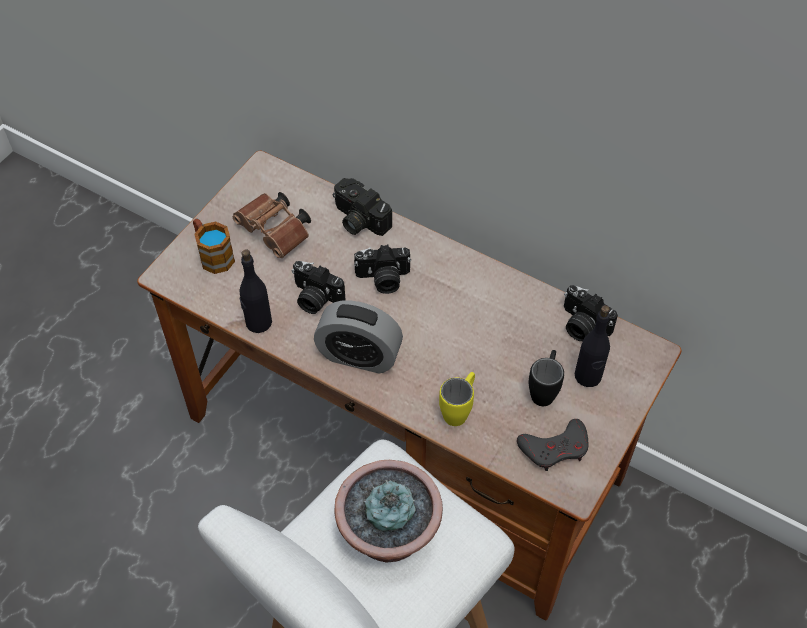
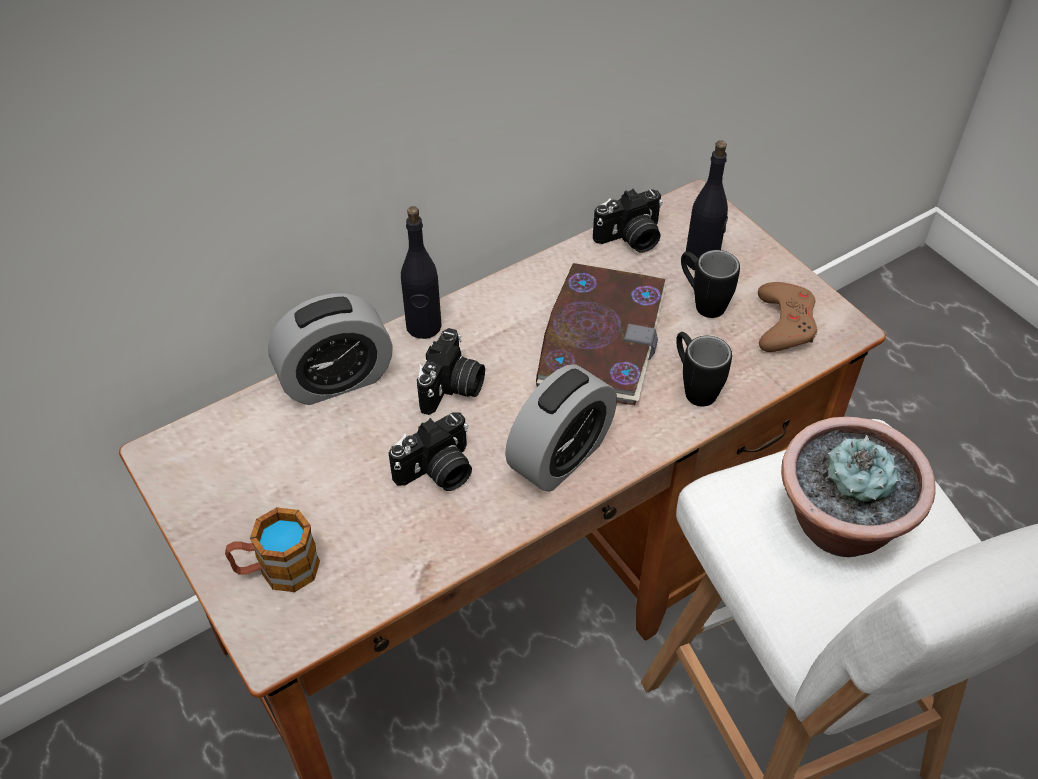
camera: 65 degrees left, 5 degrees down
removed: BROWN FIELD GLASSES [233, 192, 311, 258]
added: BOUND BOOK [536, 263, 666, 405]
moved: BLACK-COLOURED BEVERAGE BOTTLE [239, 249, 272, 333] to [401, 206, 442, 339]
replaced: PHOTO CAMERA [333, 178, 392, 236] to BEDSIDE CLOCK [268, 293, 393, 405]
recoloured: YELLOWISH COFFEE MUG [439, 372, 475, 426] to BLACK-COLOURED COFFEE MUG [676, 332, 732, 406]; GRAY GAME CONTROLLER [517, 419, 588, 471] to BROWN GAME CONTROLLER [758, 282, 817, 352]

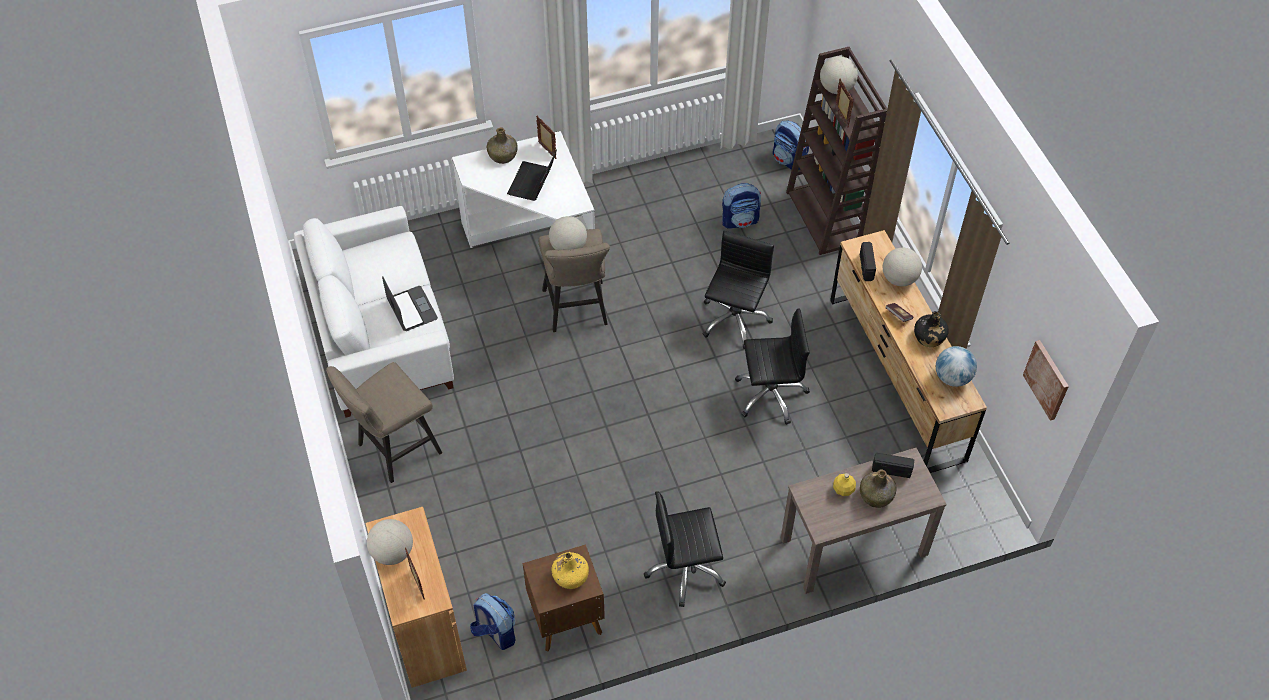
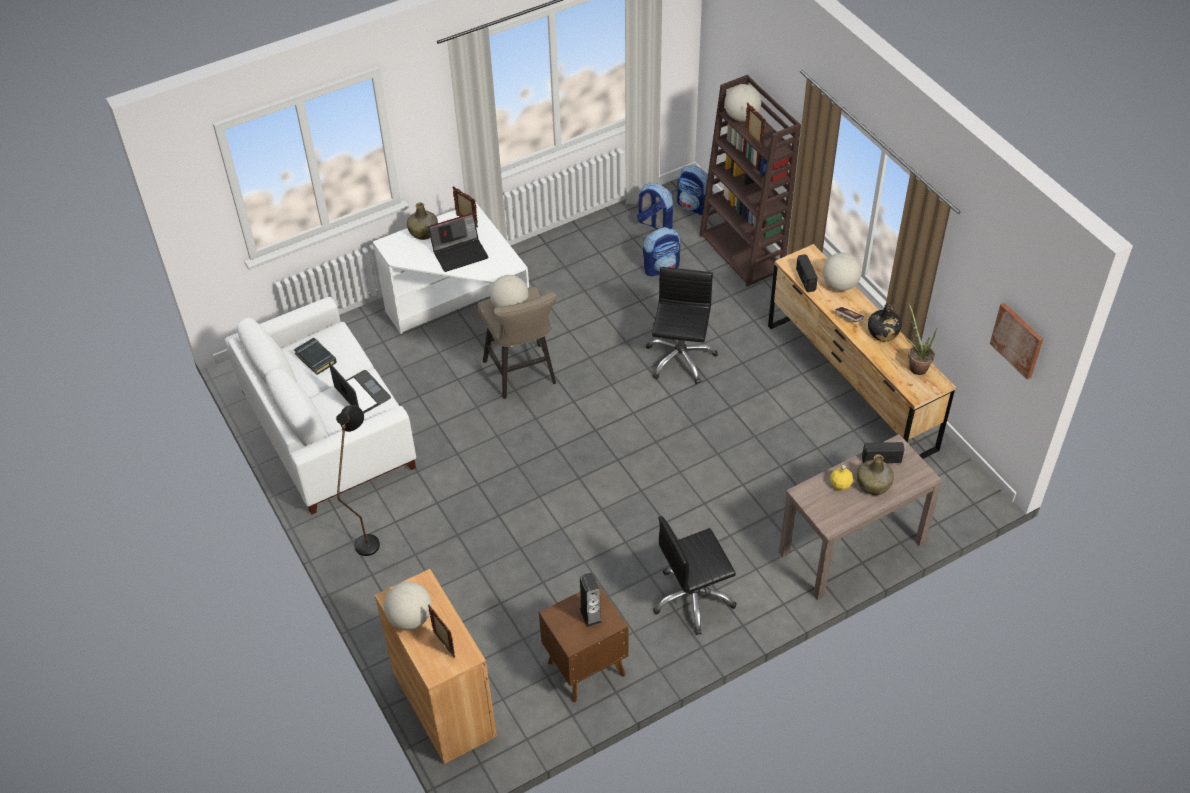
camera: 10 degrees left, 5 degrees down
removed: BLACK-COLOURED OFFICE CHAIR [735, 308, 810, 425]
added: BLACK-COLOURED BOUND BOOK [294, 338, 337, 375]
moved: KNAPSACK [470, 593, 515, 650] to [637, 183, 673, 229]
replaced: SAND-COLOURED STOOL SEAT [326, 362, 442, 483] to BLACK-COLOURED FLOOR LAMP [336, 405, 380, 556]; YELLOWISH BEVERAGE BOTTLE [551, 552, 589, 589] to LOUDSPEAKER [580, 572, 602, 627]; GLOBE [936, 346, 977, 387] to PLANT IN A POT [905, 302, 937, 375]
turned: PORTABLE COMPUTER [507, 150, 557, 201] = [428, 213, 489, 272] 120 degrees counterclockwise

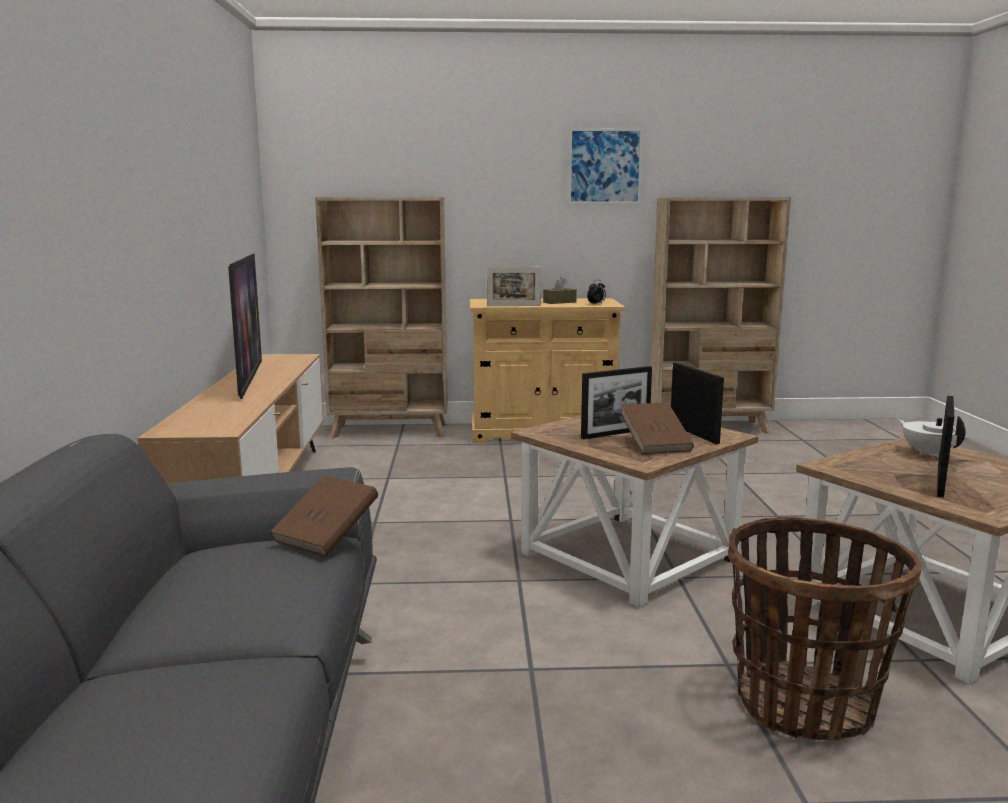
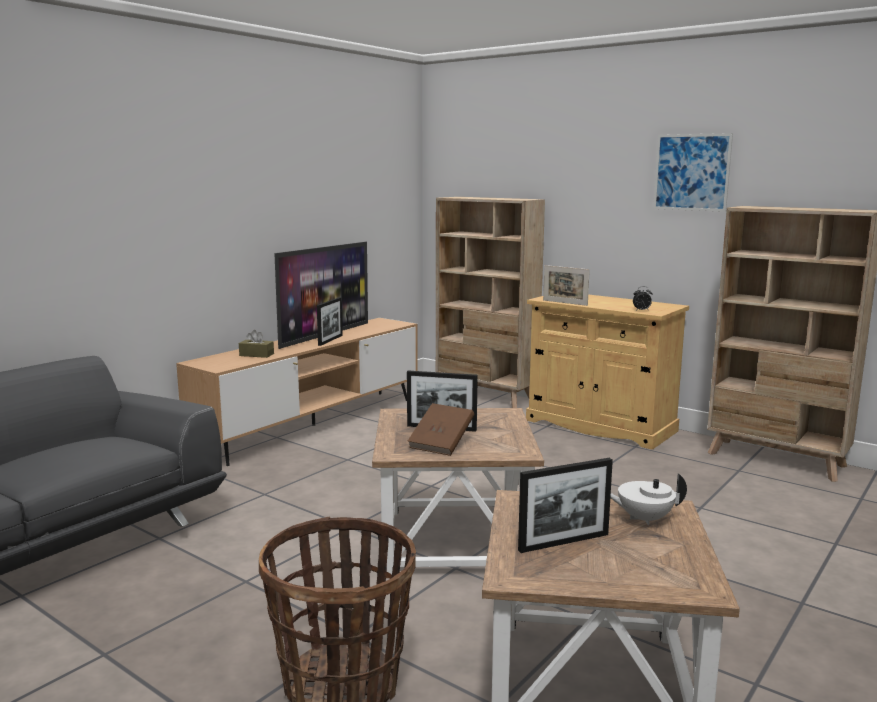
camera: 40 degrees right, 0 degrees up
removed: BROWN BOUND BOOK [270, 476, 378, 556]
moved: BROWN BOX OF TISSUES [543, 277, 577, 304] to [239, 330, 274, 358]; STANDING FRAME [671, 363, 724, 444] to [317, 297, 343, 346]
turned: WHITE POT FOR TEA [897, 416, 966, 457] = [610, 473, 687, 525] 105 degrees counterclockwise

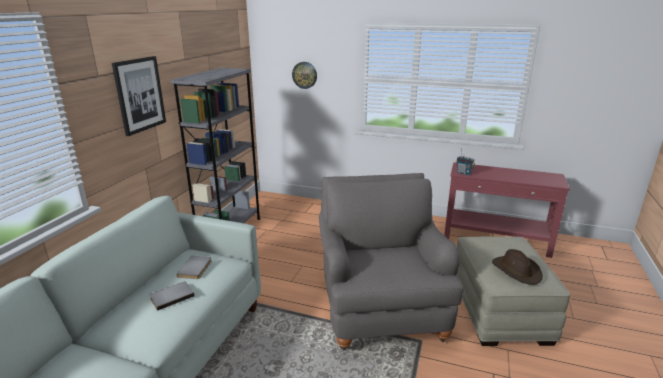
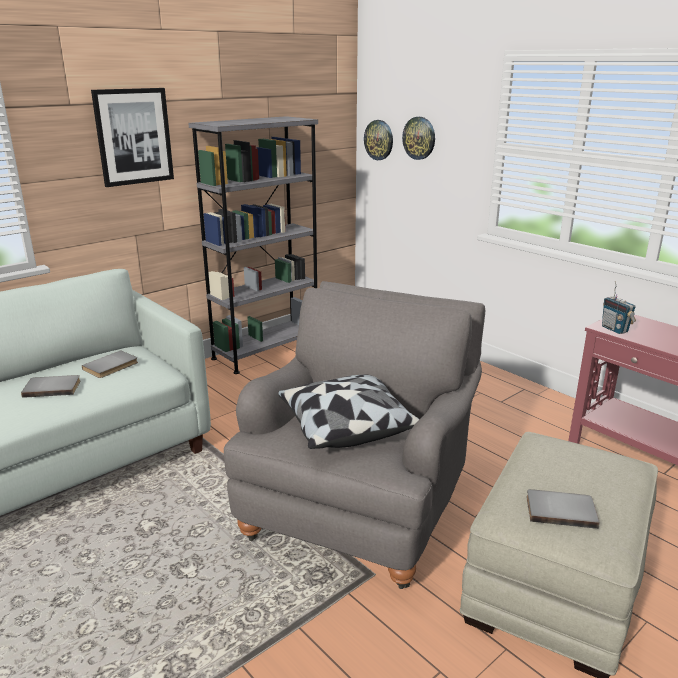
camera: 30 degrees right, 0 degrees up
added: THROW PILLOW [278, 375, 419, 449]; CLOCK ON THE WALL [364, 120, 393, 160]
replaced: BROWN WEARABLE HAT [492, 249, 543, 285] to GRAY BOUND BOOK [526, 489, 600, 529]

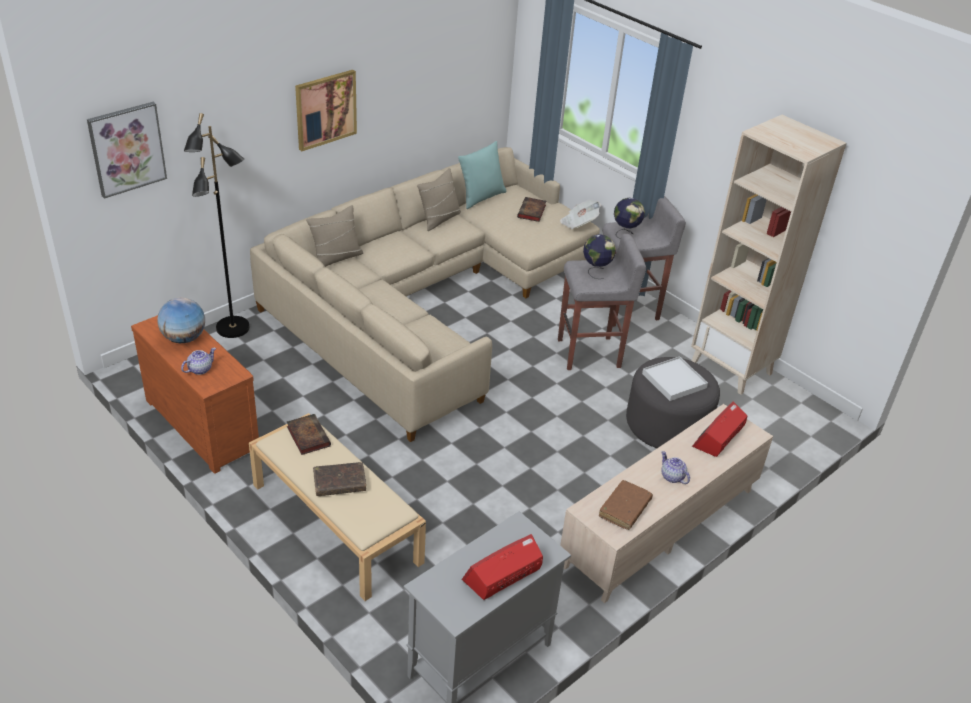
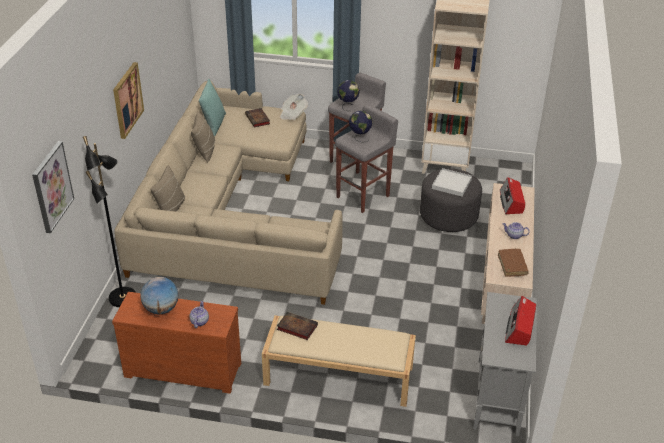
camera: 35 degrees left, 0 degrees up
removed: BROWN BOUND BOOK [313, 462, 366, 496]

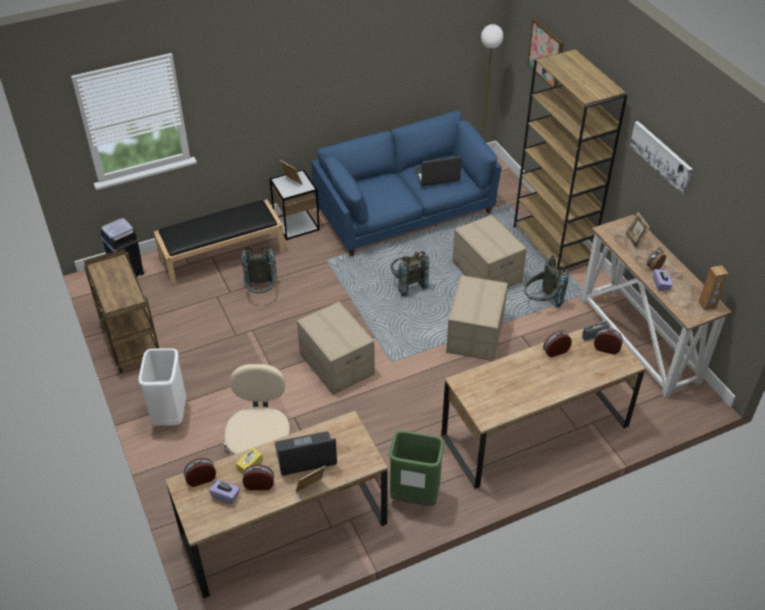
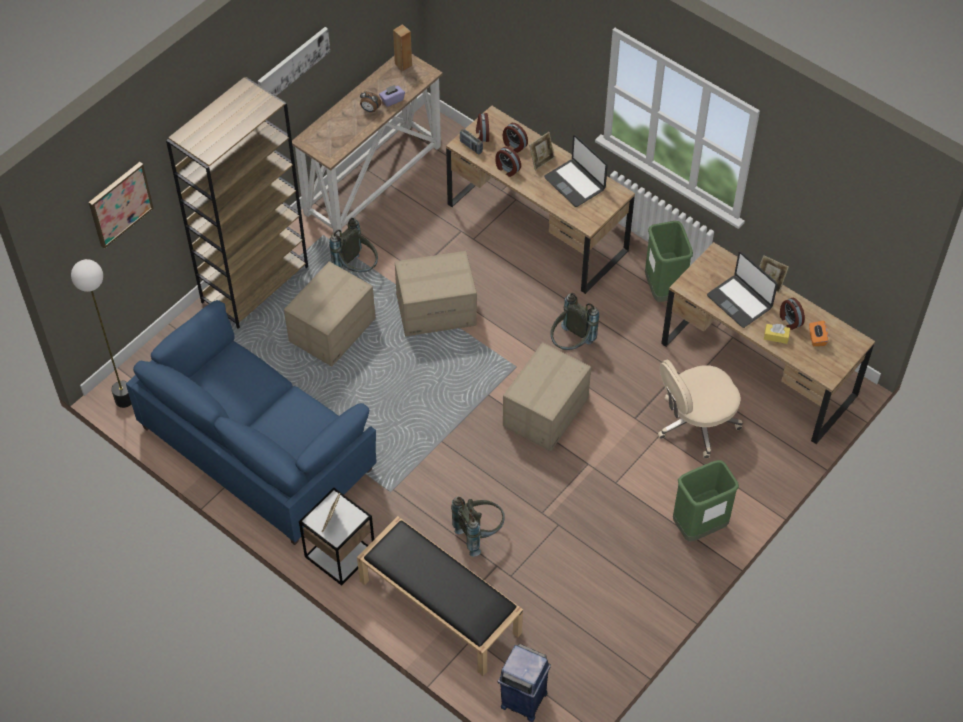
camera: 115 degrees left, 10 degrees up
removed: BROWN TROLLEY [84, 249, 159, 373]
moved: BEDSIDE CLOCK [184, 458, 216, 487] to [503, 123, 528, 153]; STANDING FRAME [625, 212, 650, 250] to [529, 132, 555, 171]; PORTABLE COMPUTER [414, 156, 462, 186] to [544, 135, 608, 207]; GRAY KNAPSACK [391, 251, 430, 297] to [550, 293, 599, 350]
recoloured: WHITE WASTE BIN [138, 348, 186, 425] to GREEN WASTE BIN [673, 460, 739, 541]; PURPLE-COLOURED BOX OF TISSUES [209, 480, 240, 504] to ORANGEY BOX OF TISSUES [809, 320, 828, 346]

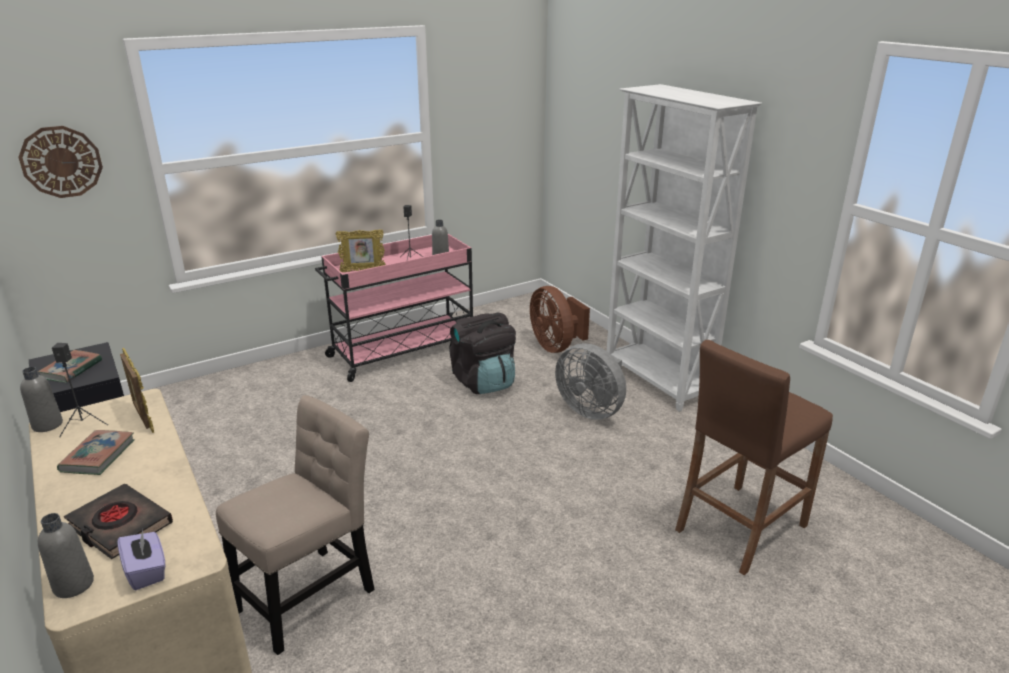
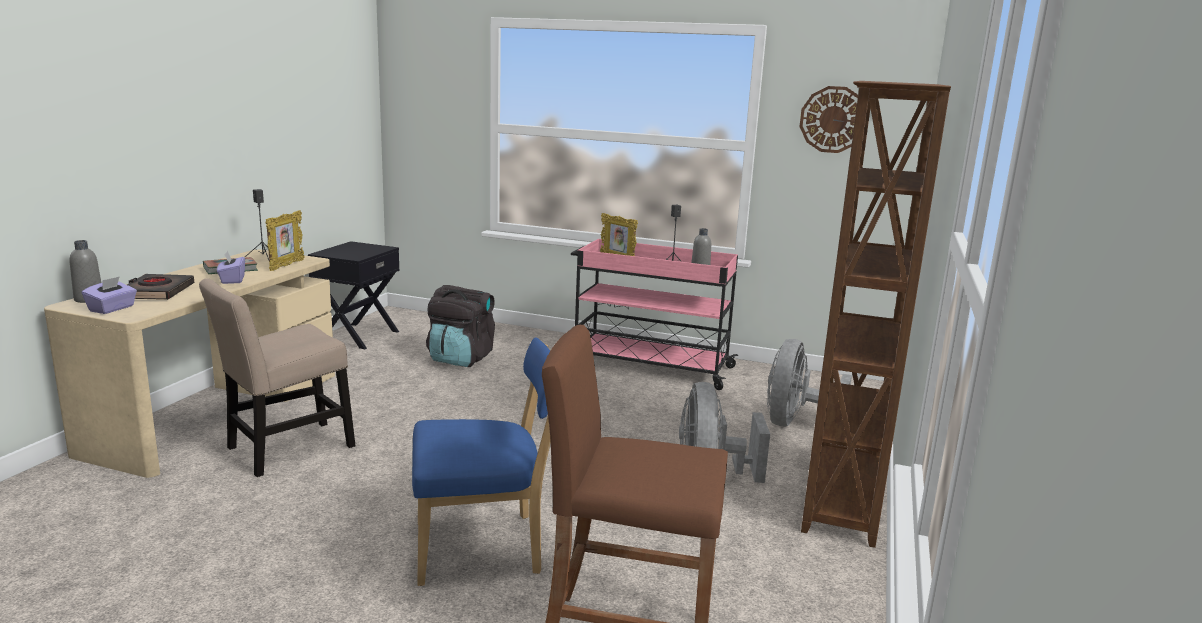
camera: 50 degrees right, 10 degrees down
removed: GRAY BEVERAGE BOTTLE [20, 367, 63, 432]; BOUND BOOK [37, 350, 102, 383]
added: PURPLE-COLOURED BOX OF TISSUES [217, 251, 245, 284]; BLUISH UPRIGHT CHAIR [412, 338, 551, 586]
moved: BLACK-COLOURED KNAPSACK [450, 313, 516, 394] to [426, 285, 495, 367]; CLOCK ON THE WALL [18, 126, 103, 198] to [799, 86, 858, 153]
recoloured: BROWN COOLING FAN [530, 286, 590, 353] to GRAY COOLING FAN [767, 339, 852, 426]; WHITE SHELVING UNIT [607, 84, 762, 412] to BROWN SHELVING UNIT [801, 81, 951, 548]
turned: SAND-COLOURED UPRIGHT CHAIR [216, 395, 374, 655] = [199, 279, 355, 477] 135 degrees clockwise

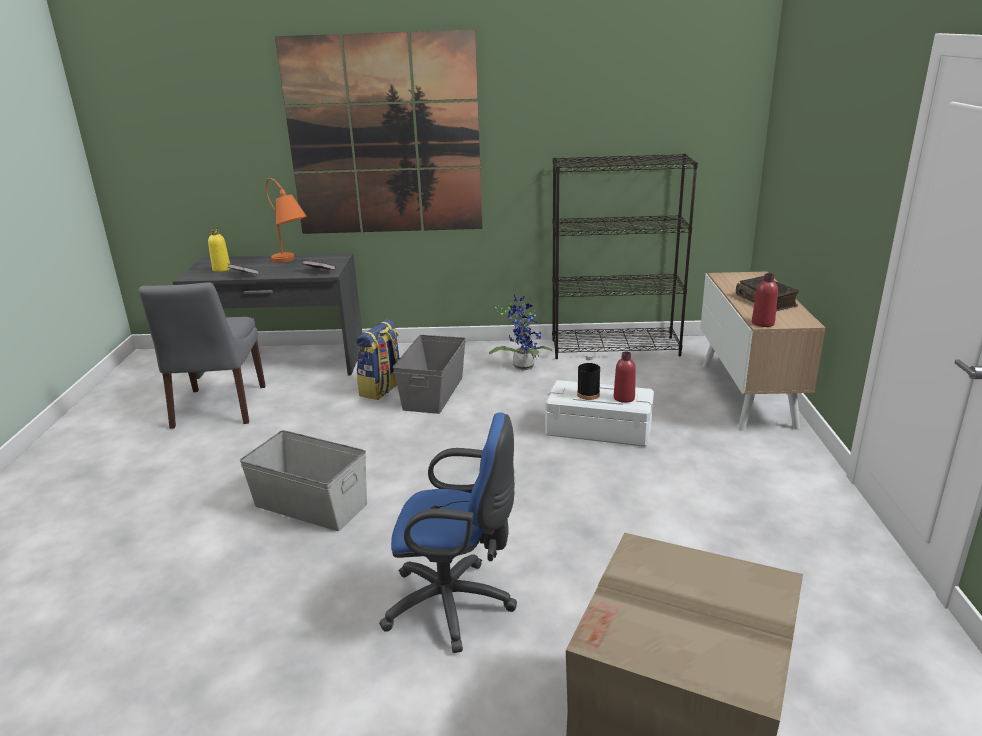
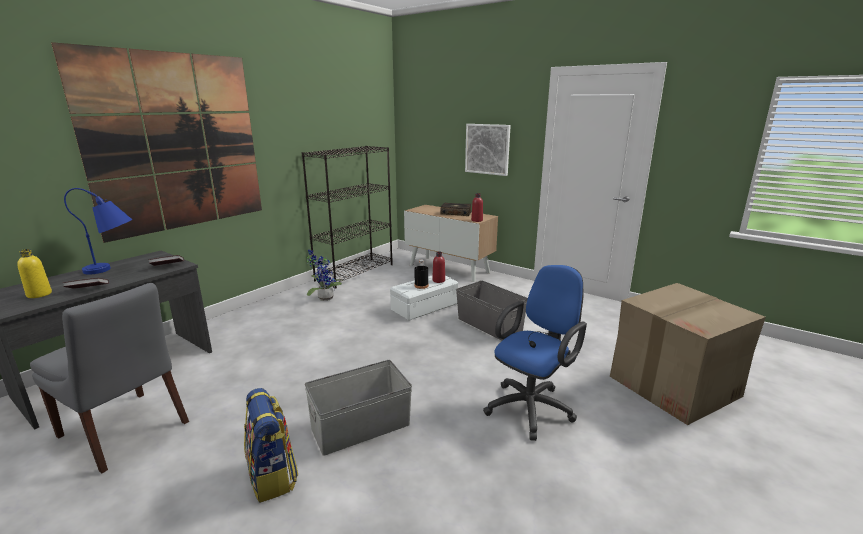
camera: 55 degrees left, 5 degrees down
added: PICTURE [465, 124, 511, 176]
moved: KNAPSACK [356, 320, 399, 400] to [244, 388, 298, 503]; GRAY STORAGE BIN [393, 335, 466, 414] to [456, 280, 528, 341]
recoloured: ORANGEY LAMP FOR A TABLE [266, 178, 307, 263] to BLUISH LAMP FOR A TABLE [64, 188, 132, 275]

